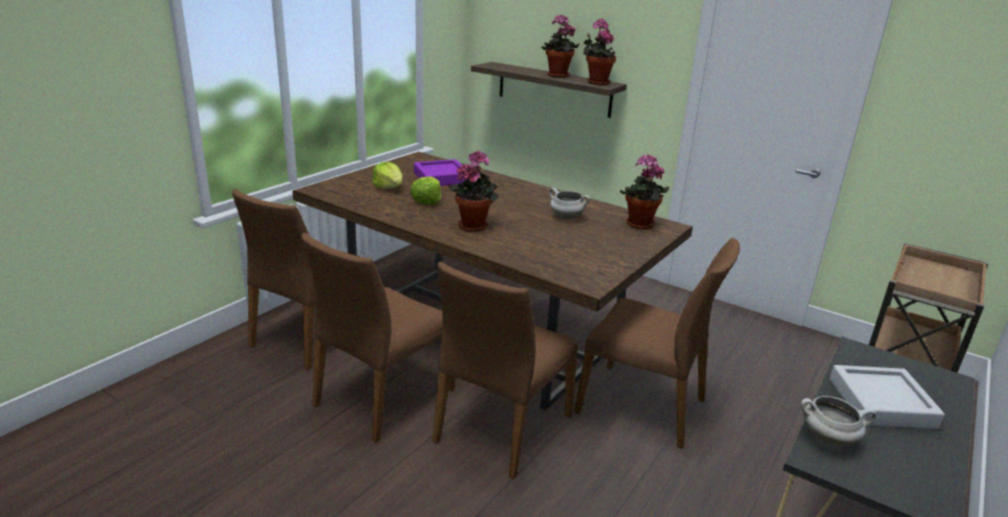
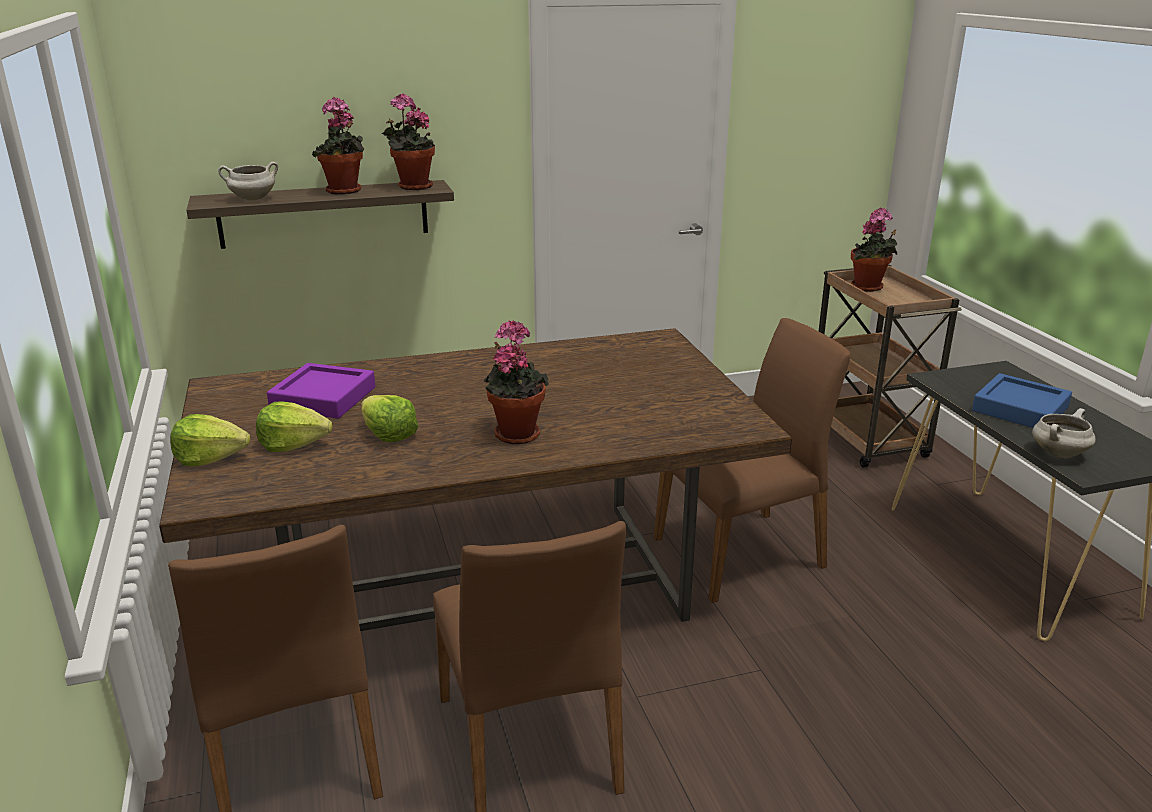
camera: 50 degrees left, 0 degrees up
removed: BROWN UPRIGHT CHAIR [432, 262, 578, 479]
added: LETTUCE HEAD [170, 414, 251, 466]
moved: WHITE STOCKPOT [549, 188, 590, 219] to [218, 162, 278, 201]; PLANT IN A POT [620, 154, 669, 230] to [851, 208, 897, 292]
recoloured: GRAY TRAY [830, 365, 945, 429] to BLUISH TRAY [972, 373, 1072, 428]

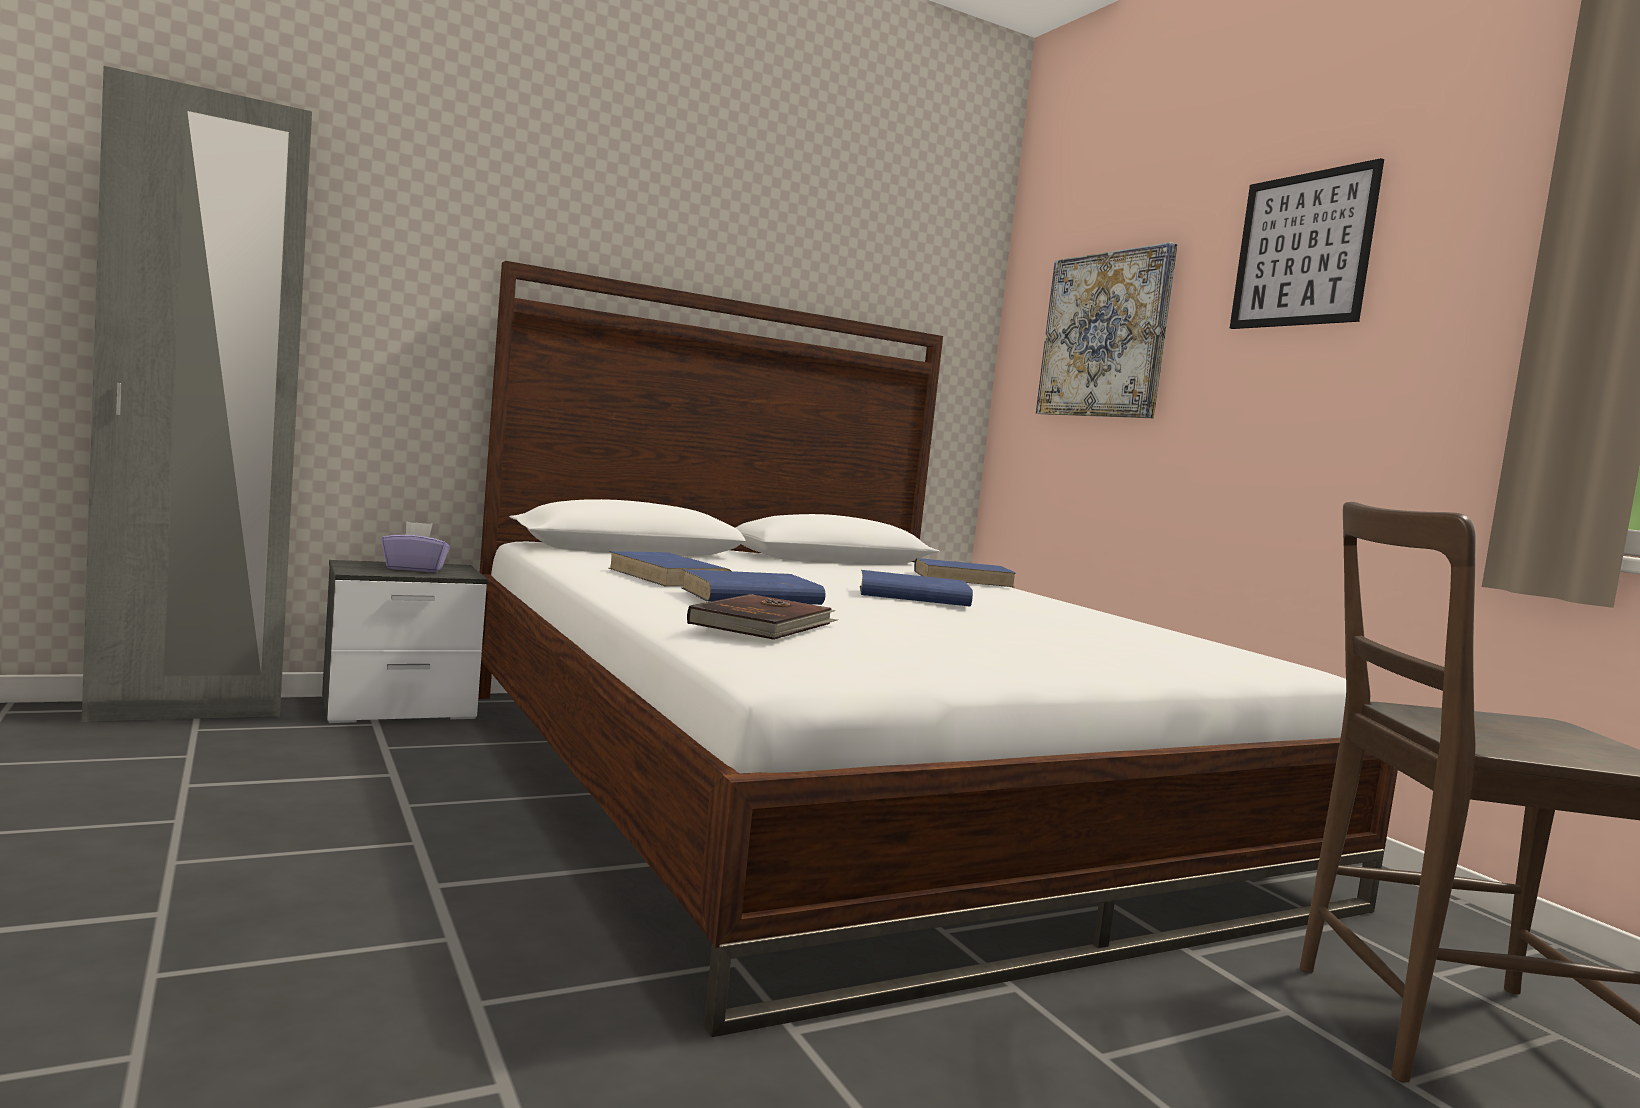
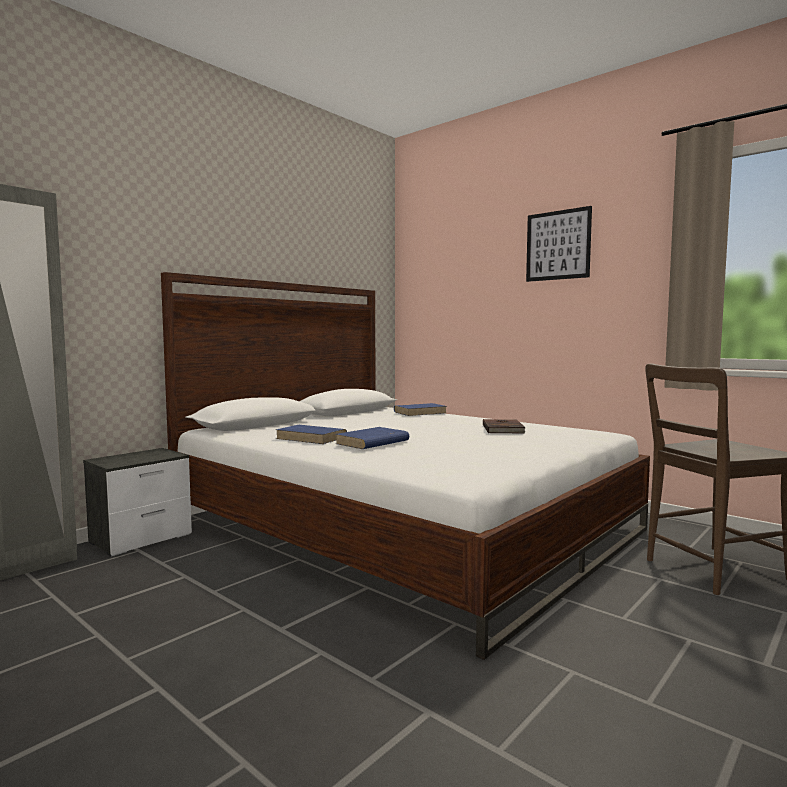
camera: 20 degrees left, 0 degrees up
removed: PURPLE-COLOURED BOX OF TISSUES [381, 521, 450, 572]; BLUISH BOUND BOOK [860, 570, 973, 606]; PICTURE [1036, 242, 1178, 418]
moved: BROWN BOUND BOOK [687, 594, 838, 640] to [483, 419, 525, 433]

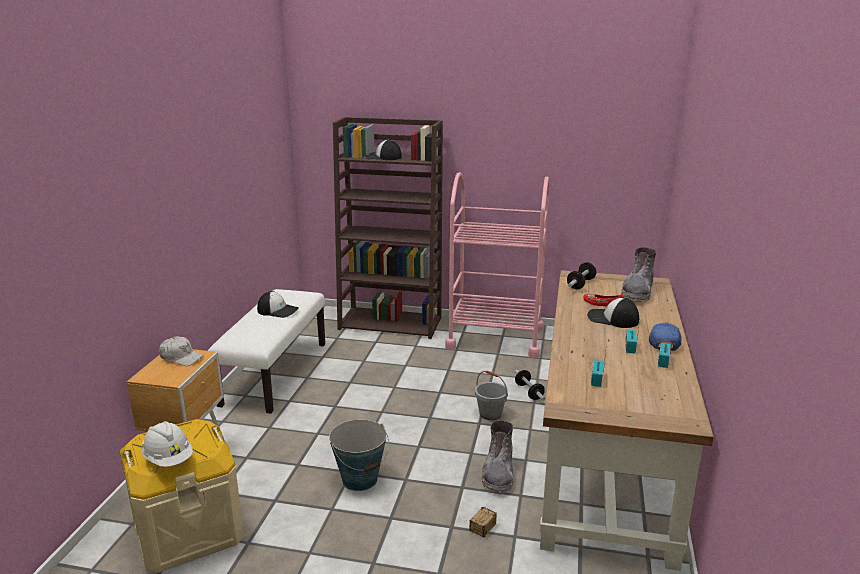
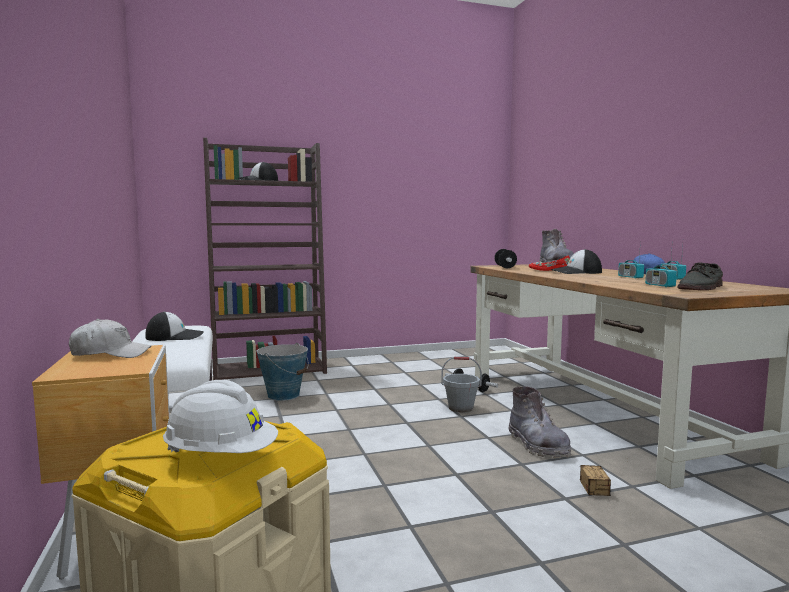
camera: 30 degrees left, 15 degrees down
removed: PINKISH TROLLEY [445, 172, 549, 358]
added: GRAY LOW SHOE [677, 262, 723, 290]
moved: WATER BUCKET [329, 419, 389, 491] to [256, 343, 309, 401]

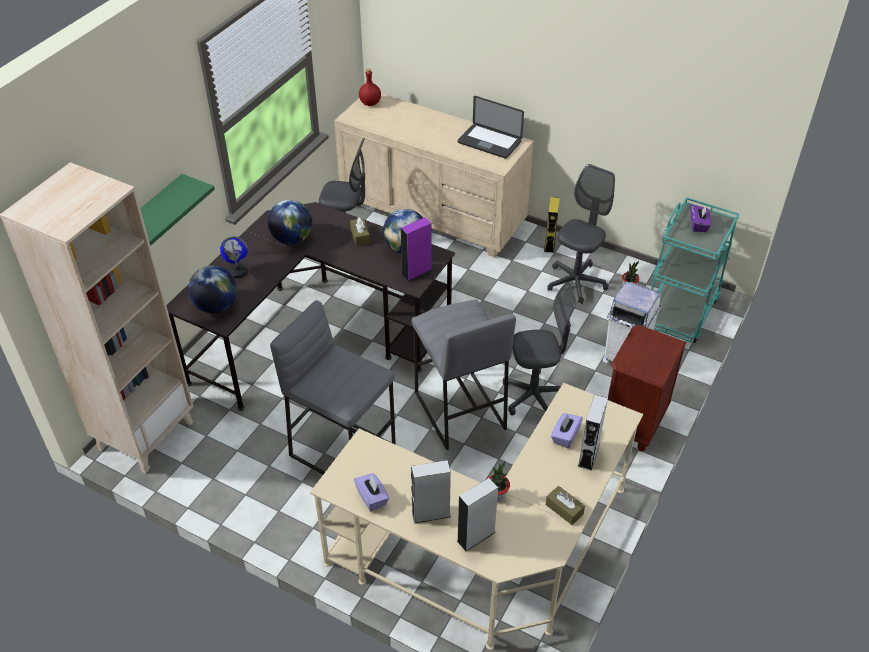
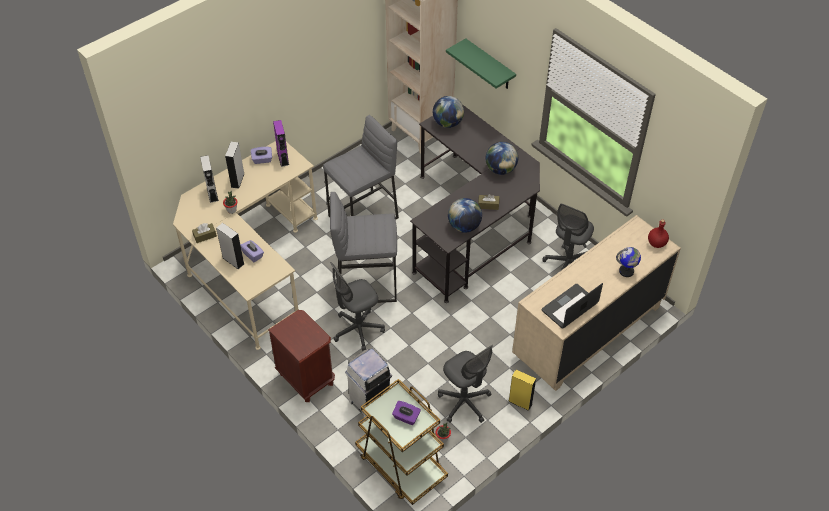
camera: 110 degrees right, 5 degrees up
moved: PURPLE-COLOURED LOUDSPEAKER [401, 217, 432, 281] to [273, 120, 289, 167]; GLOBE [220, 237, 248, 278] to [616, 247, 641, 277]
recoloured: TURQUOISE-COLOURED TROLLEY [651, 197, 739, 343] to BROWN TROLLEY [355, 379, 448, 505]
turned: GRAY OFFICE CHAIR [502, 282, 576, 415] = [330, 262, 385, 351] 45 degrees clockwise

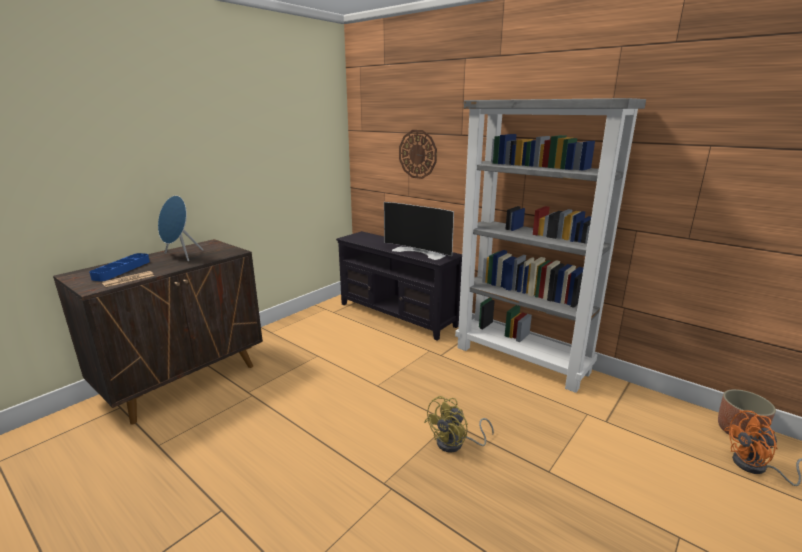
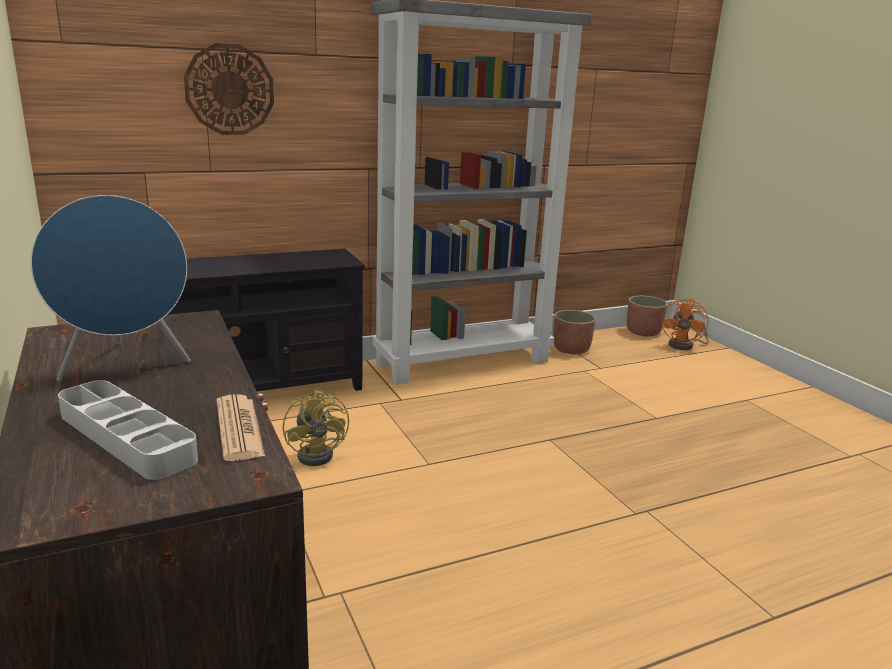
camera: 65 degrees left, 0 degrees up
removed: TV [384, 202, 454, 260]
added: FLOWER POT [553, 310, 596, 354]
moved: YELLOWISH COOLING FAN [424, 396, 494, 453] to [283, 389, 349, 466]
recoloured: BLUISH TRAY [89, 253, 150, 281] to GRAY TRAY [58, 380, 198, 480]

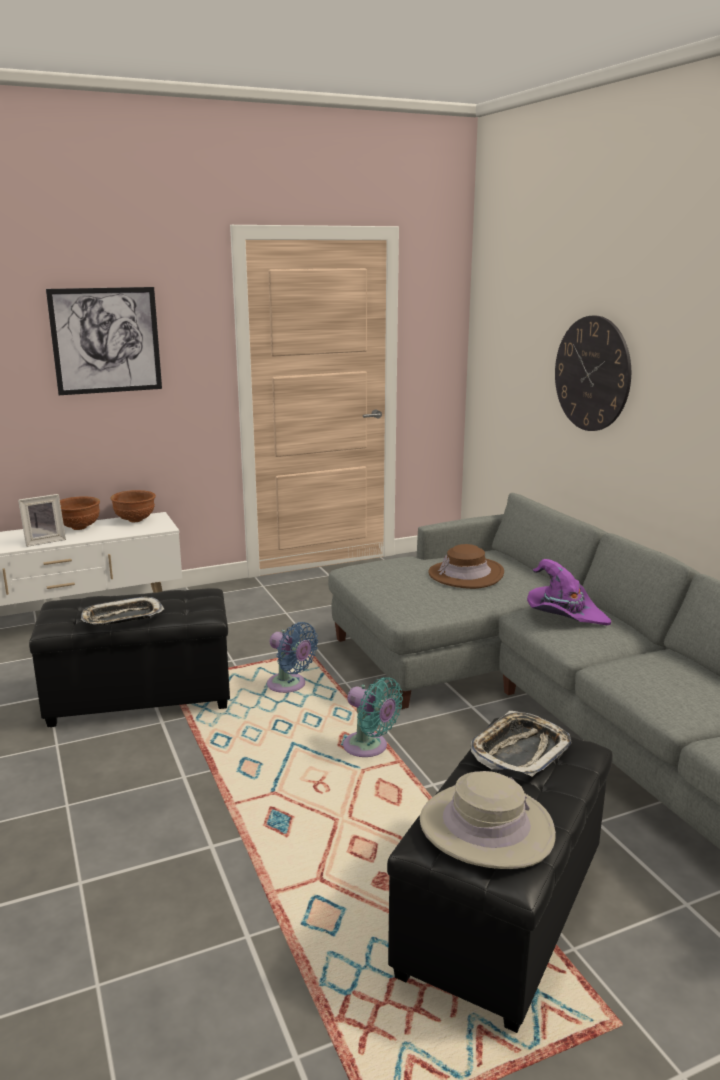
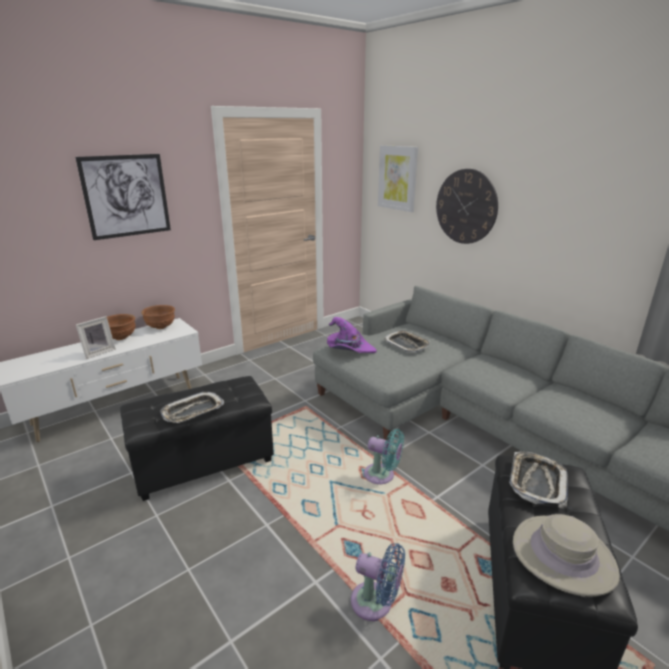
camera: 15 degrees left, 5 degrees up
added: PICTURE [378, 145, 418, 212]
moved: PURPLE-COLOURED WEARABLE HAT [527, 559, 611, 625] to [327, 317, 377, 353]; BLUISH COOLING FAN [267, 622, 318, 693] to [351, 543, 405, 621]
replaced: BROWN WEARABLE HAT [428, 544, 504, 589] to TRAY [384, 330, 430, 353]

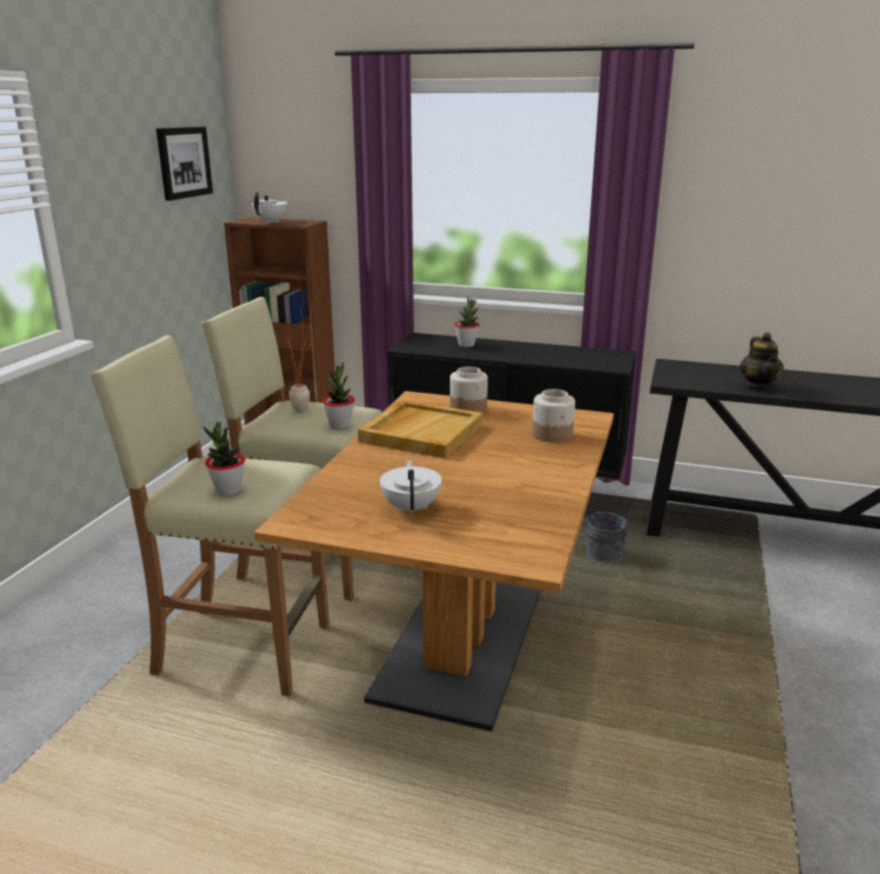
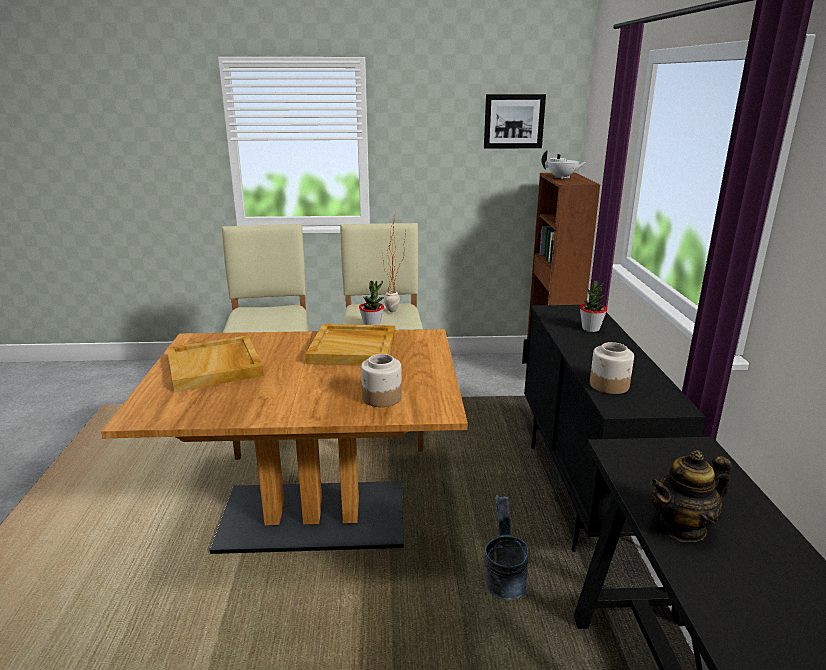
camera: 70 degrees right, 0 degrees up
removed: PLANT IN A POT [203, 422, 245, 496]
moved: STORAGE JAR [450, 367, 488, 413] to [590, 342, 634, 394]
replaced: WHITE POT FOR TEA [380, 460, 442, 516] to SAND-COLOURED TRAY [167, 335, 264, 392]

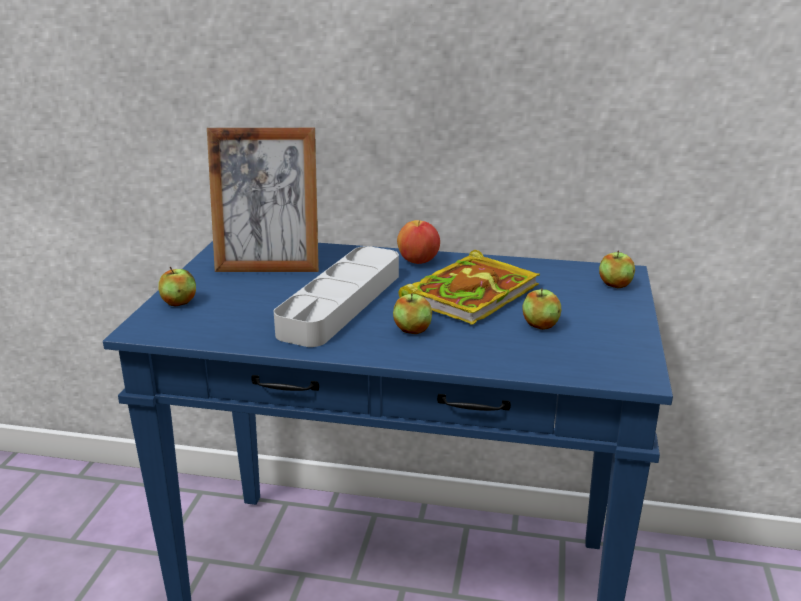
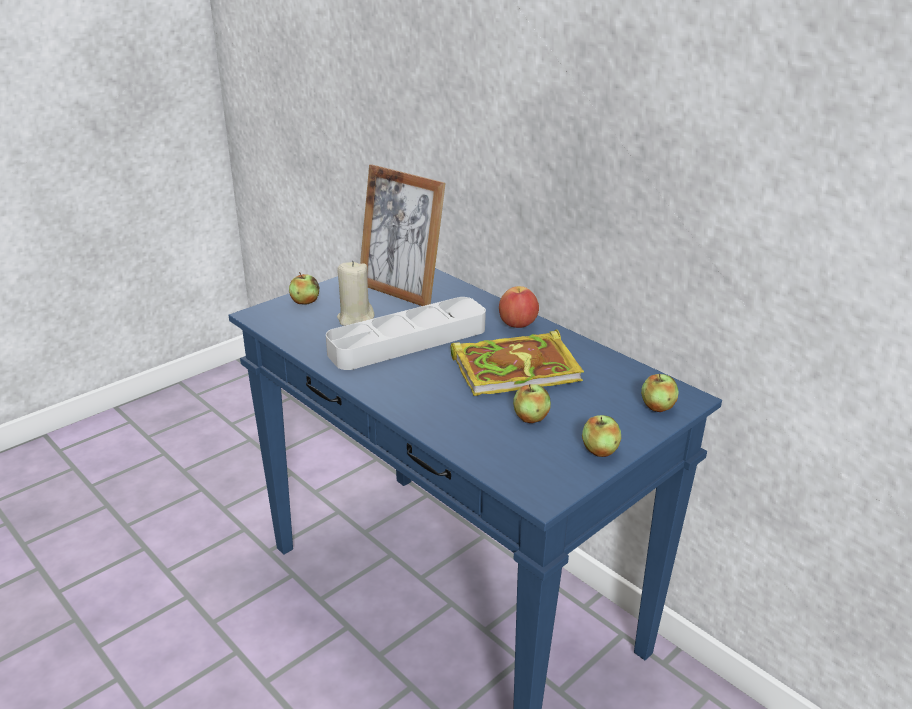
camera: 35 degrees right, 5 degrees up
added: SAND-COLOURED WAX CANDLE [337, 260, 374, 326]
moved: APPLE FRUIT [393, 293, 432, 334] to [582, 415, 621, 457]

